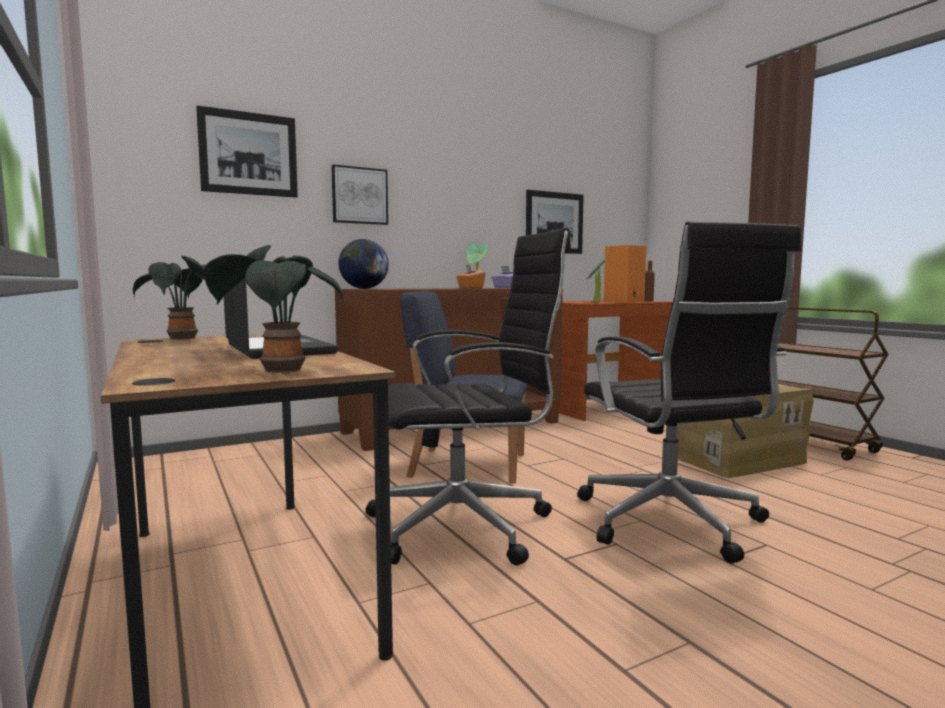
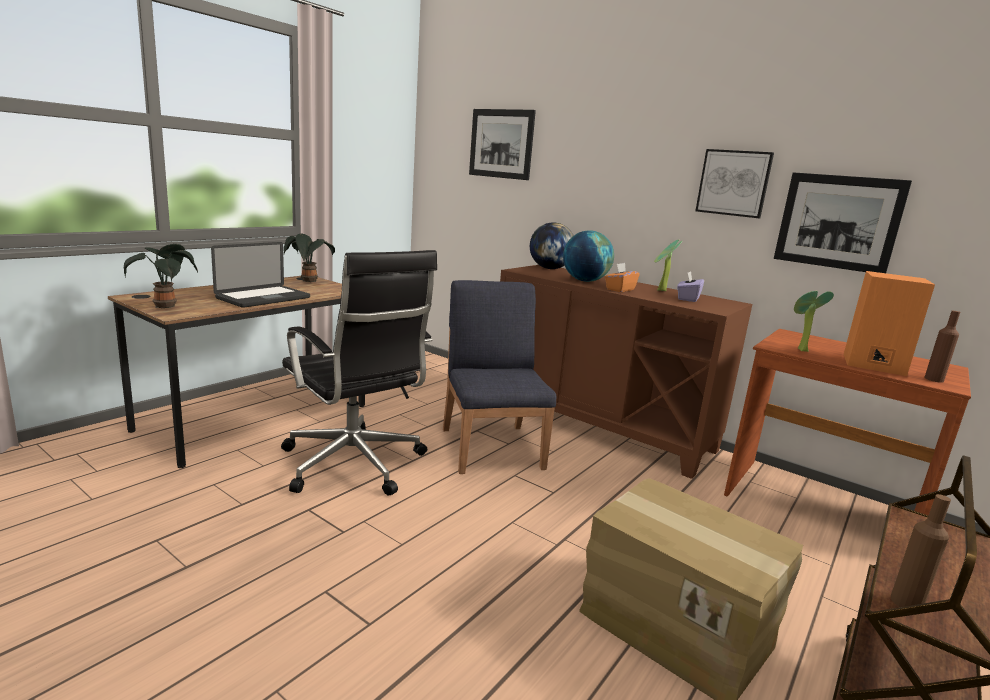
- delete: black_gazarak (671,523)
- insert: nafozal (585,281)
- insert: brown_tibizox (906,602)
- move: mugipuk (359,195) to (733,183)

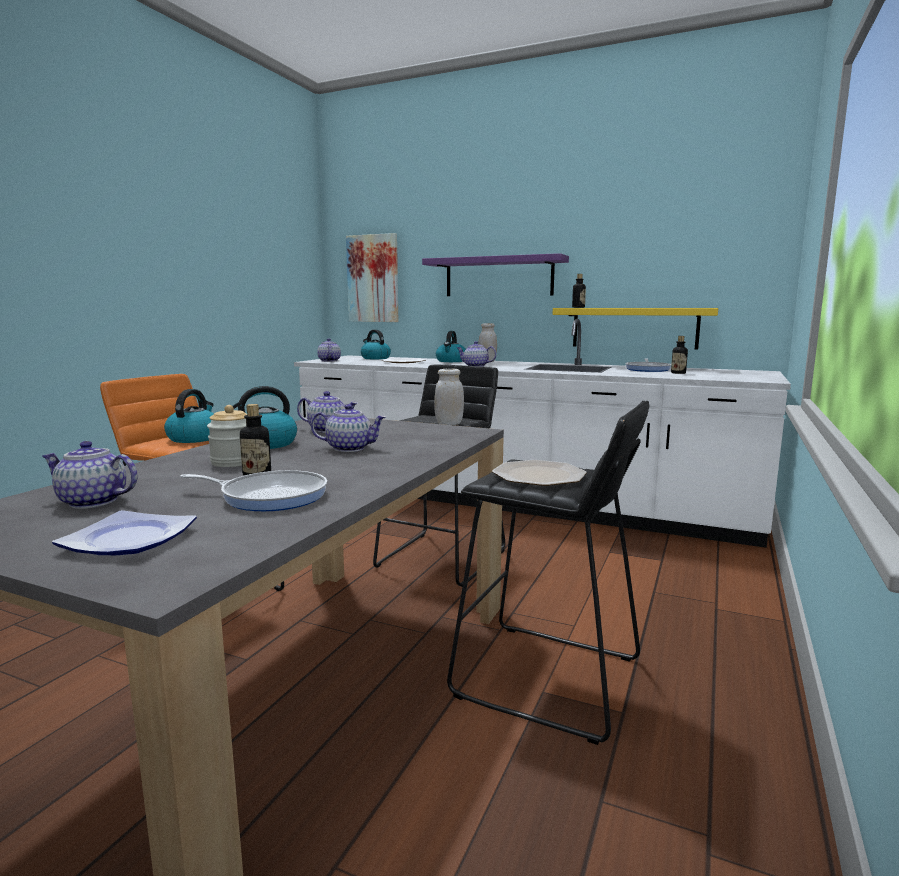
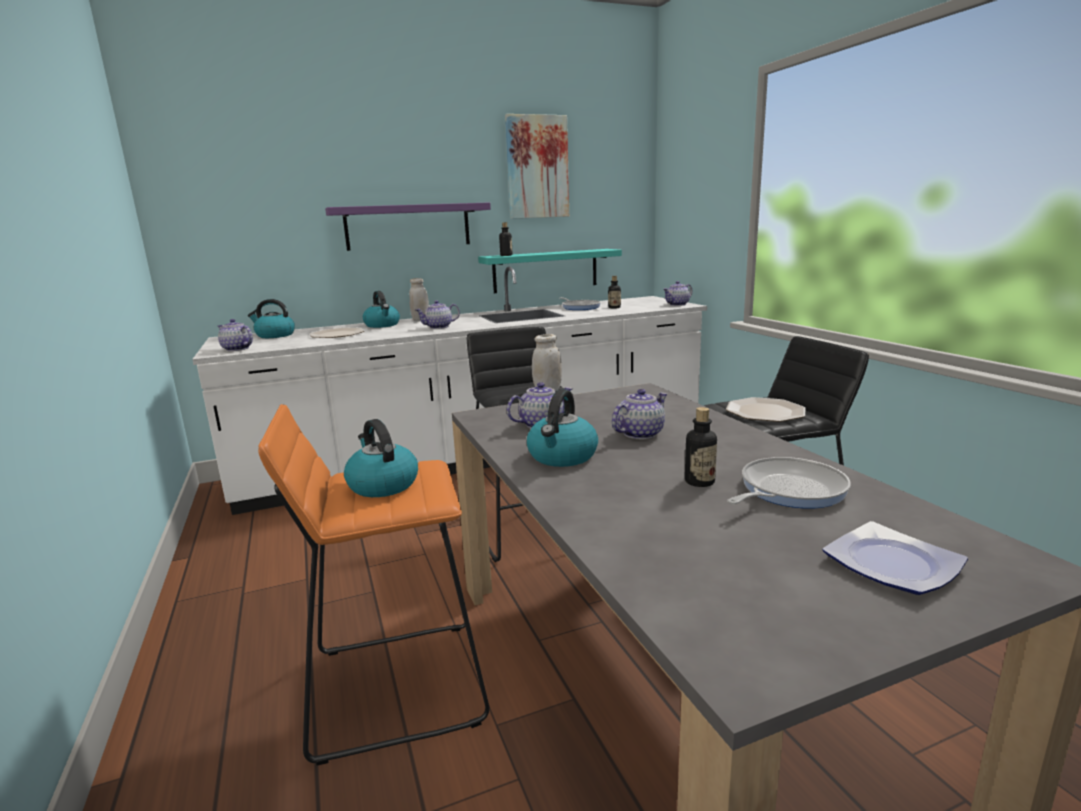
- delete: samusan (233,462)
- move: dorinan (91,502) to (677,304)
- move: mugipuk (373,279) to (537,167)
- recolor: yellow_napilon (634,328) to turquoise_napilon (545,270)

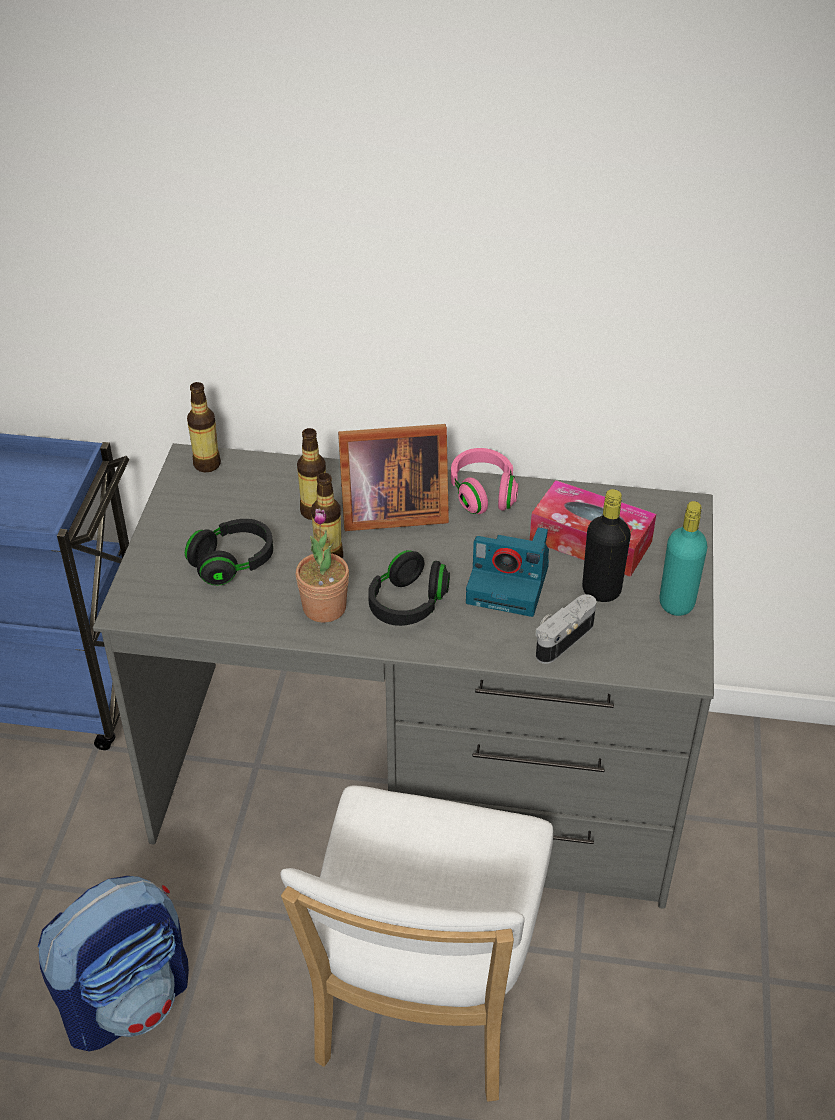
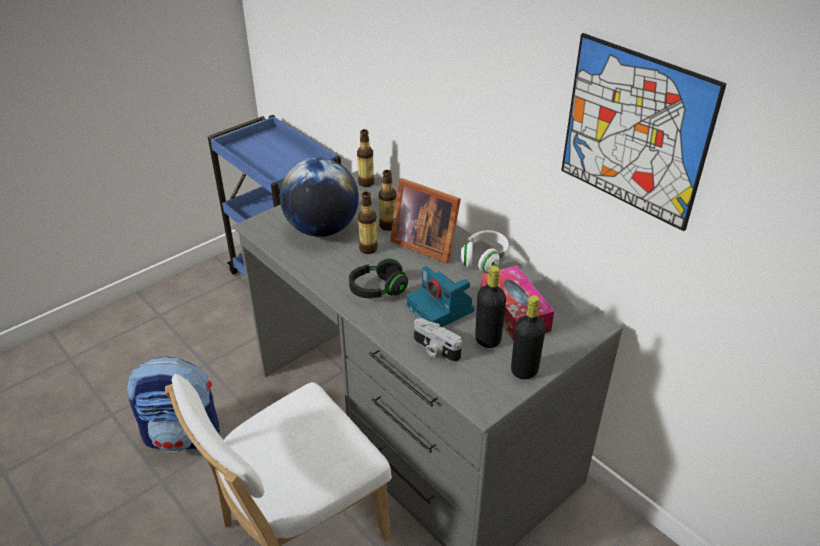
- delete: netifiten (324,608)
- insert: mugipuk (634,131)
- replace: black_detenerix (232,563) to nafozal (322,229)
- recolor: pink_detenerix (483,493) to white_detenerix (484,259)
- recolor: turquoise_tibizox (676,603) to black_tibizox (524,370)
- rotate: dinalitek (561,638) = (435,350) 135 degrees counterclockwise

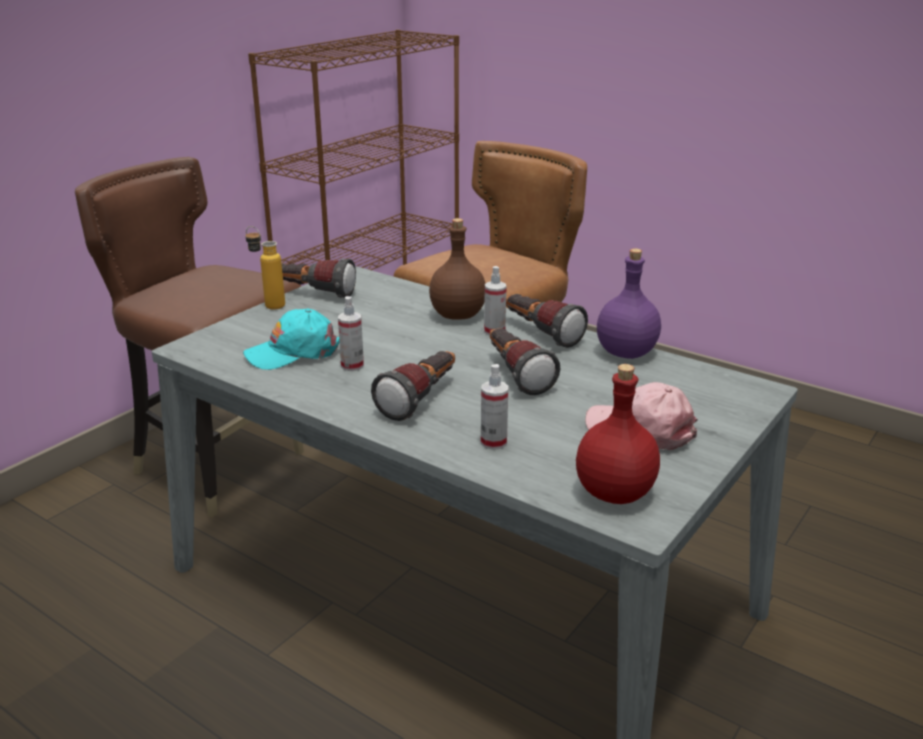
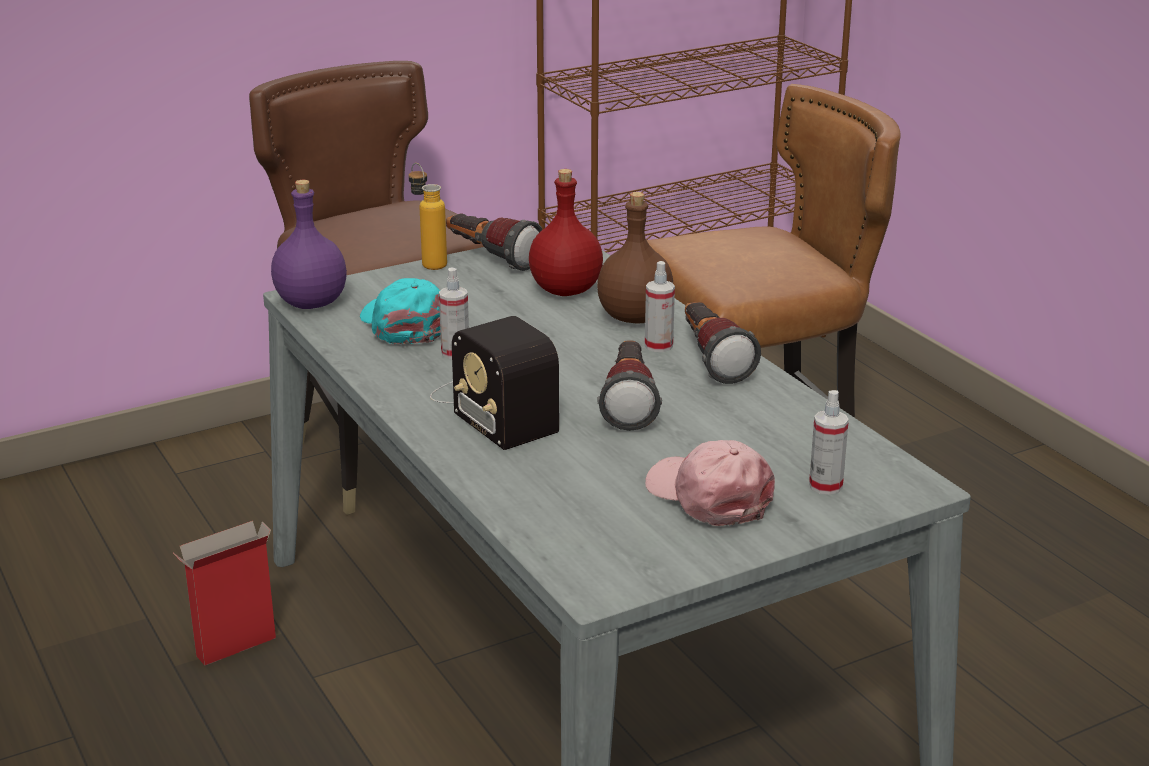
- insert: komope (234,647)
- move: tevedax (493,442) to (825,486)
- move: red_tibizox (613,493) to (564,290)
- move: purple_tibizox (627,352) to (312,303)
- replace: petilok (421,399) to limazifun (494,407)
- rotate: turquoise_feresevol (293,352) = (405,324) 60 degrees clockwise

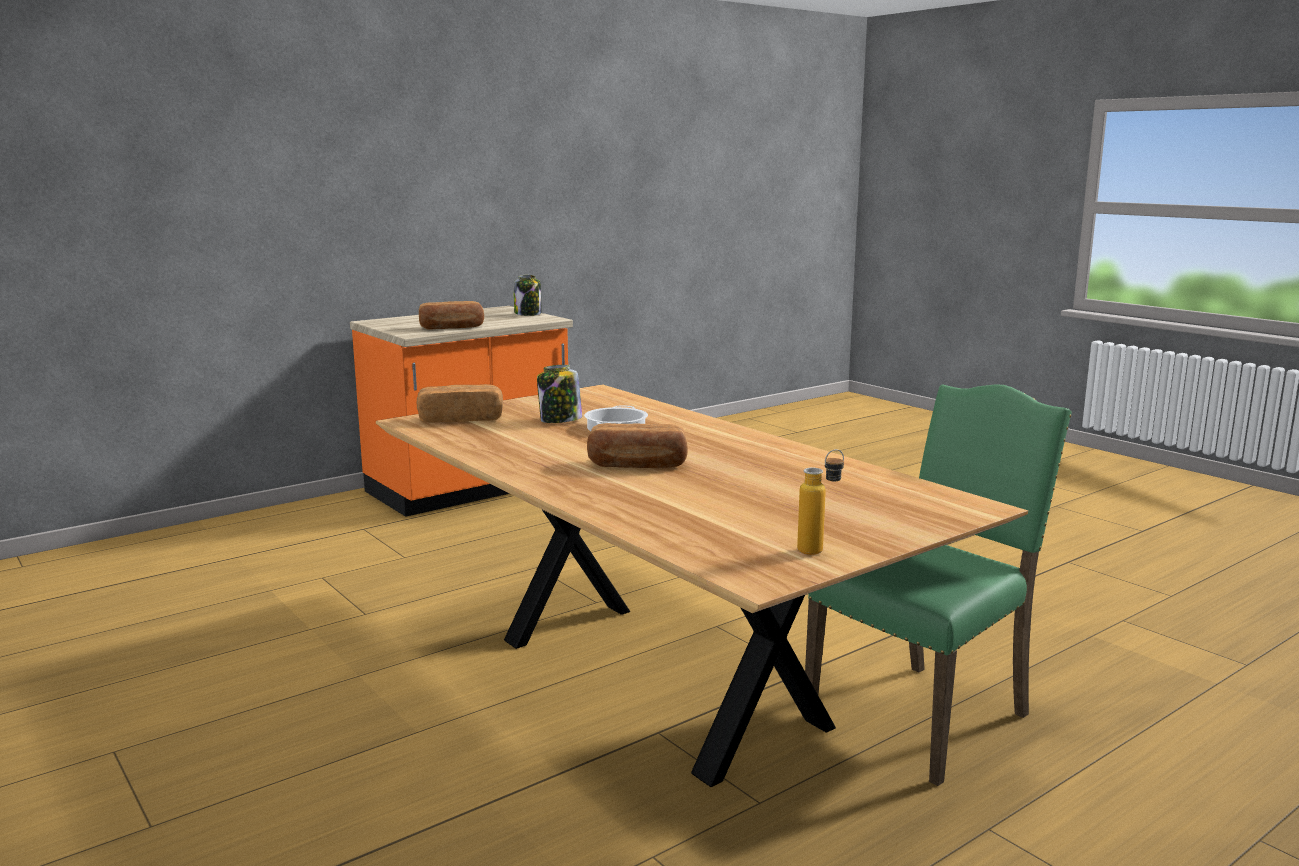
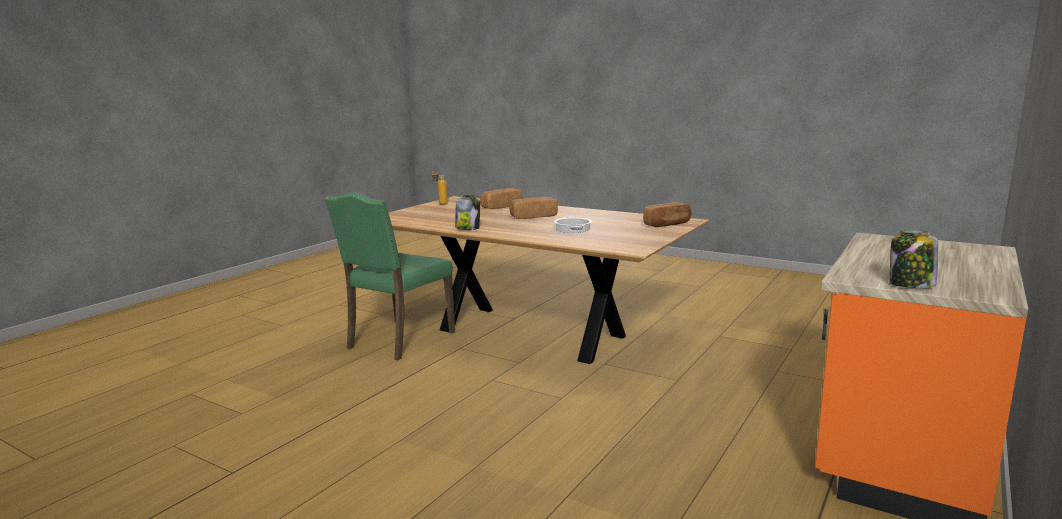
- move: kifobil (451,327) to (501,207)
- move: samusan (560,420) to (468,228)

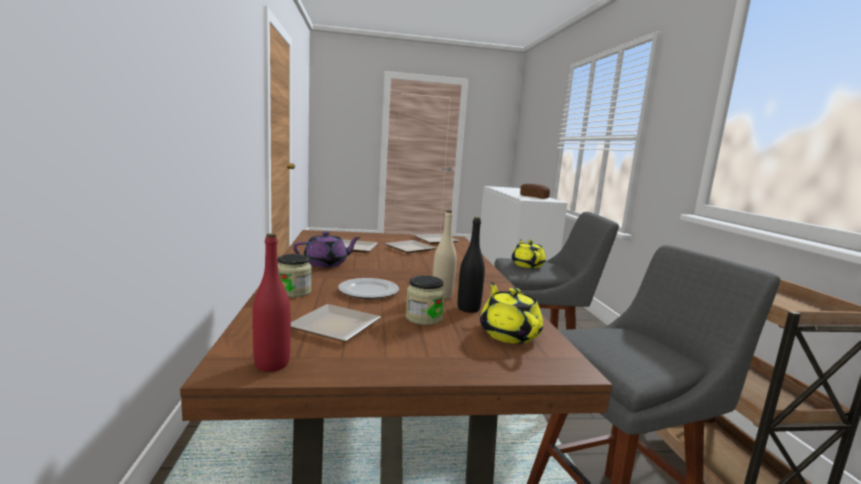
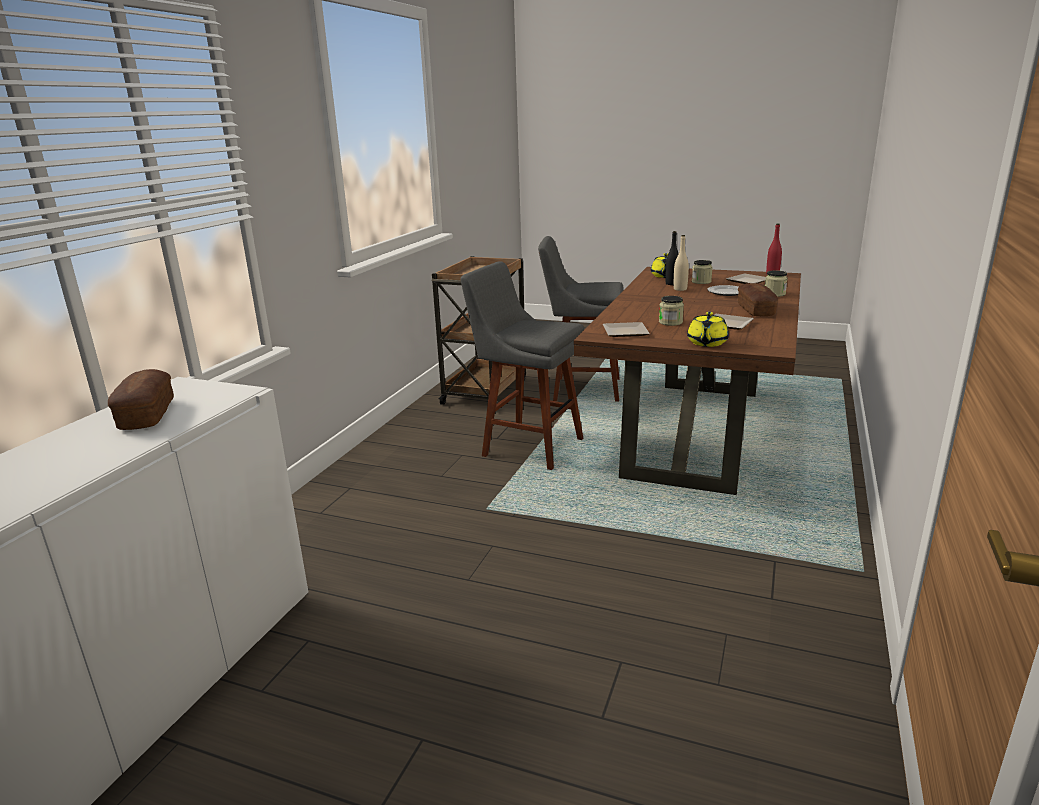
- move: yellow_dorinan (527,265) to (706,343)
- replace: purple_dorinan (326,264) to kifobil (755,310)
- replace: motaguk (408,249) to samusan (670,322)

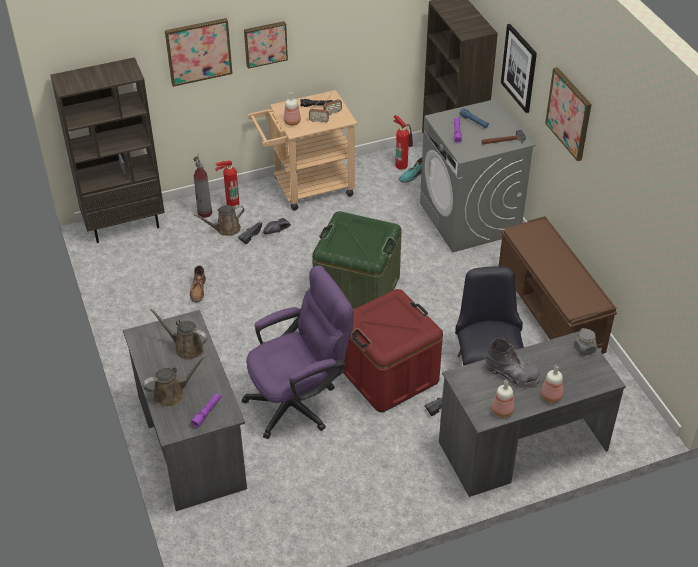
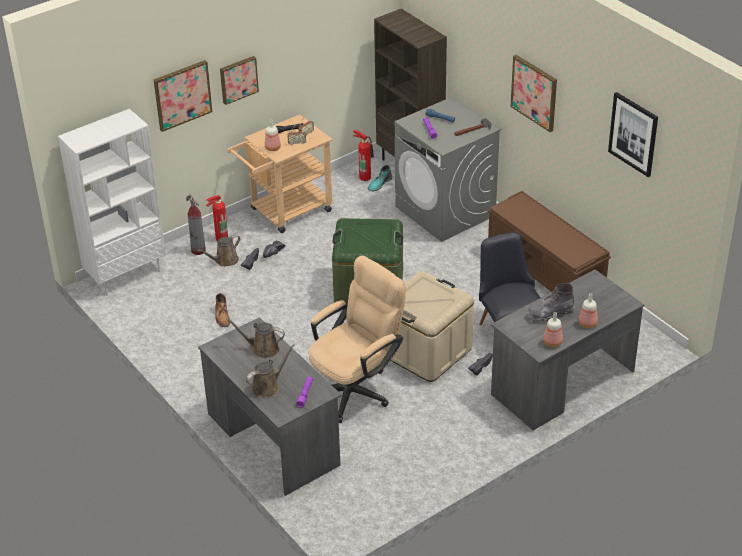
- delete: grey_samusan (584,349)
- move: mugipuk (519,68) to (633,134)
- recolor: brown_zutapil (125,225) to white_zutapil (126,275)
- recolor: purple_gazarak (299,401) to beige_gazarak (356,388)
- recolor: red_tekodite (388,375) to beige_tekodite (426,351)
- rotate: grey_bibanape (512,374) = (549,314) 150 degrees clockwise

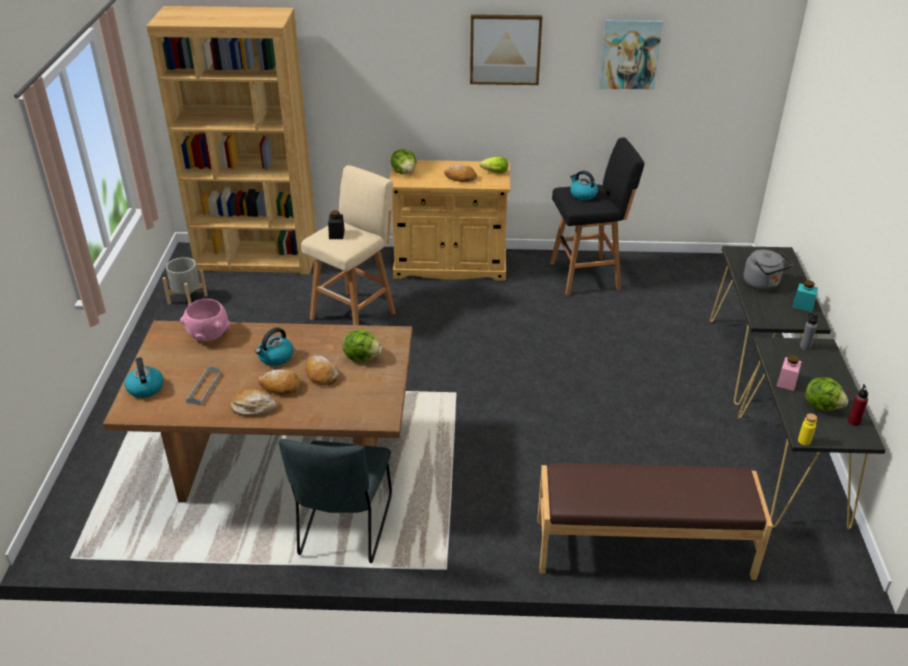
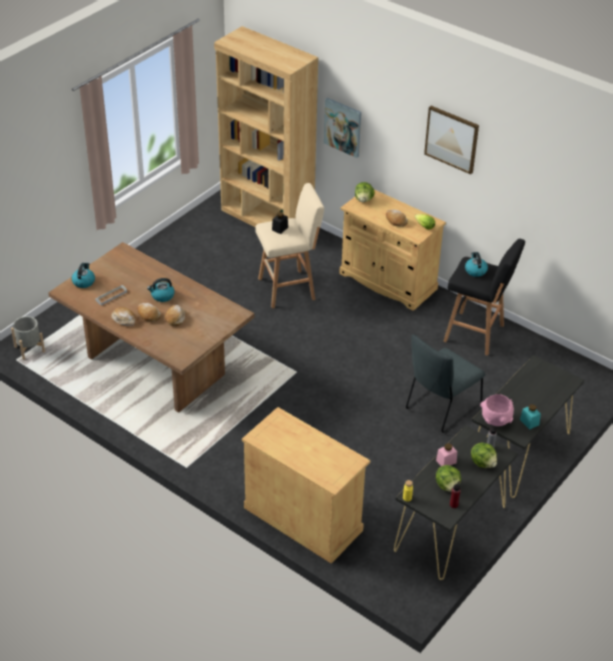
- delete: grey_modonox (763,284)
- move: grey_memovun (187,299) to (29,349)
- move: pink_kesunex (208,335) to (495,420)
- move: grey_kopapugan (344,529) to (440,408)
- move: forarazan (362,357) to (483,462)
- move: mugipuk (629,54) to (343,127)
- replace: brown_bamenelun (643,549) to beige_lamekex (303,518)

